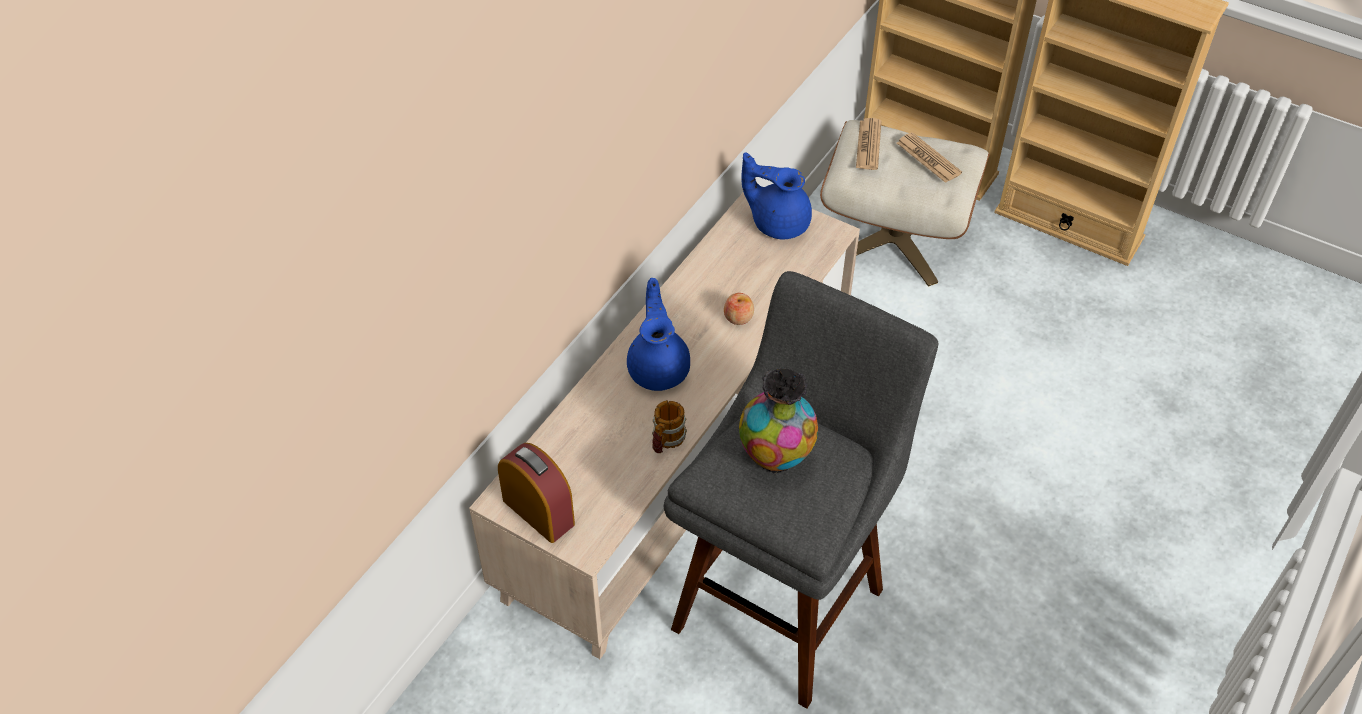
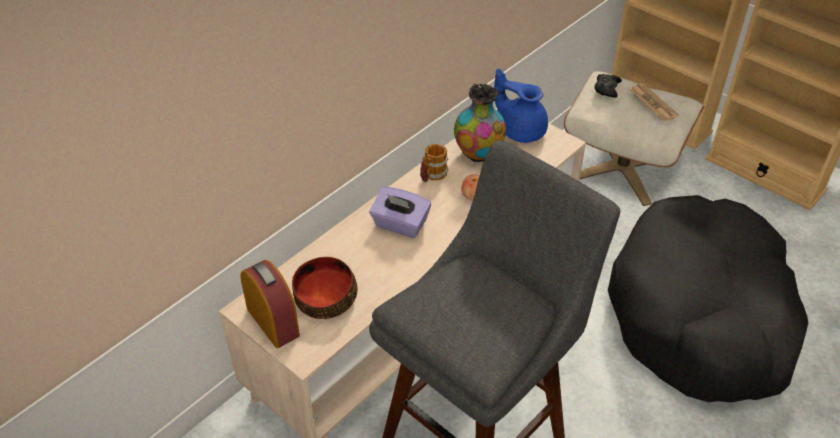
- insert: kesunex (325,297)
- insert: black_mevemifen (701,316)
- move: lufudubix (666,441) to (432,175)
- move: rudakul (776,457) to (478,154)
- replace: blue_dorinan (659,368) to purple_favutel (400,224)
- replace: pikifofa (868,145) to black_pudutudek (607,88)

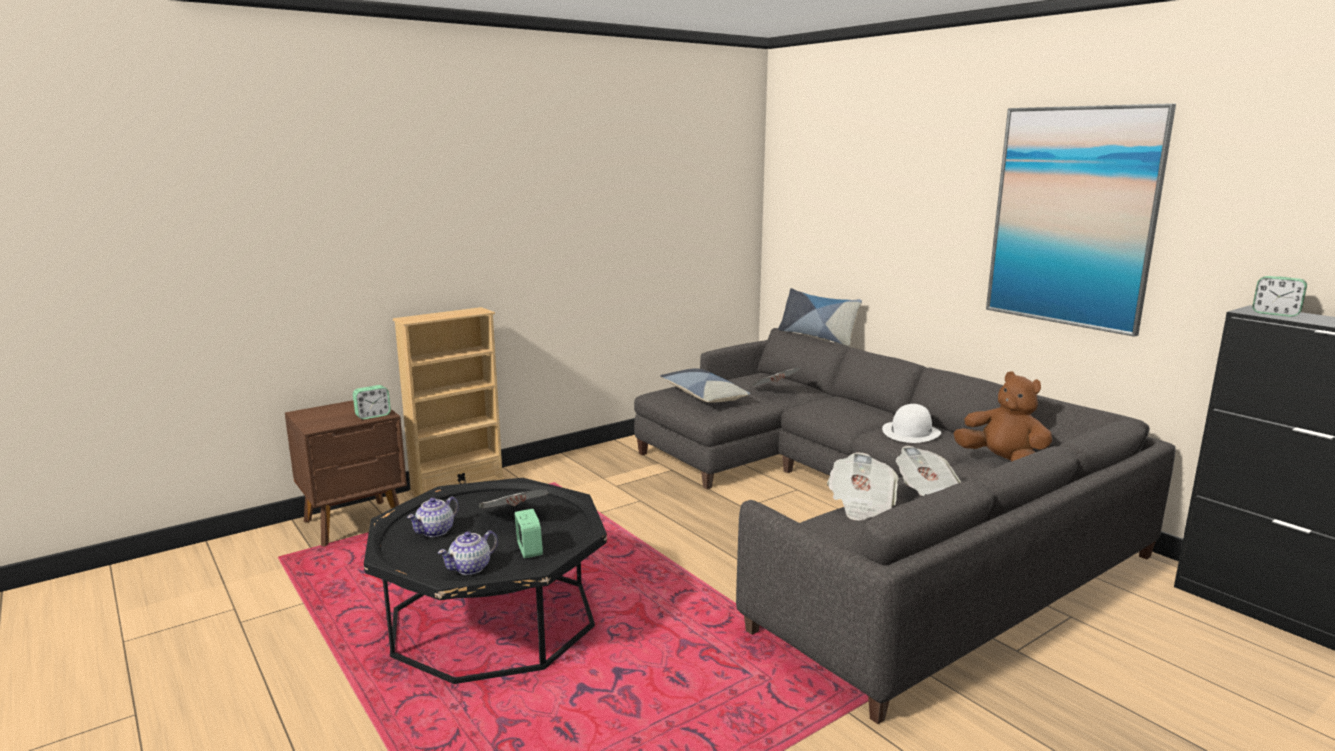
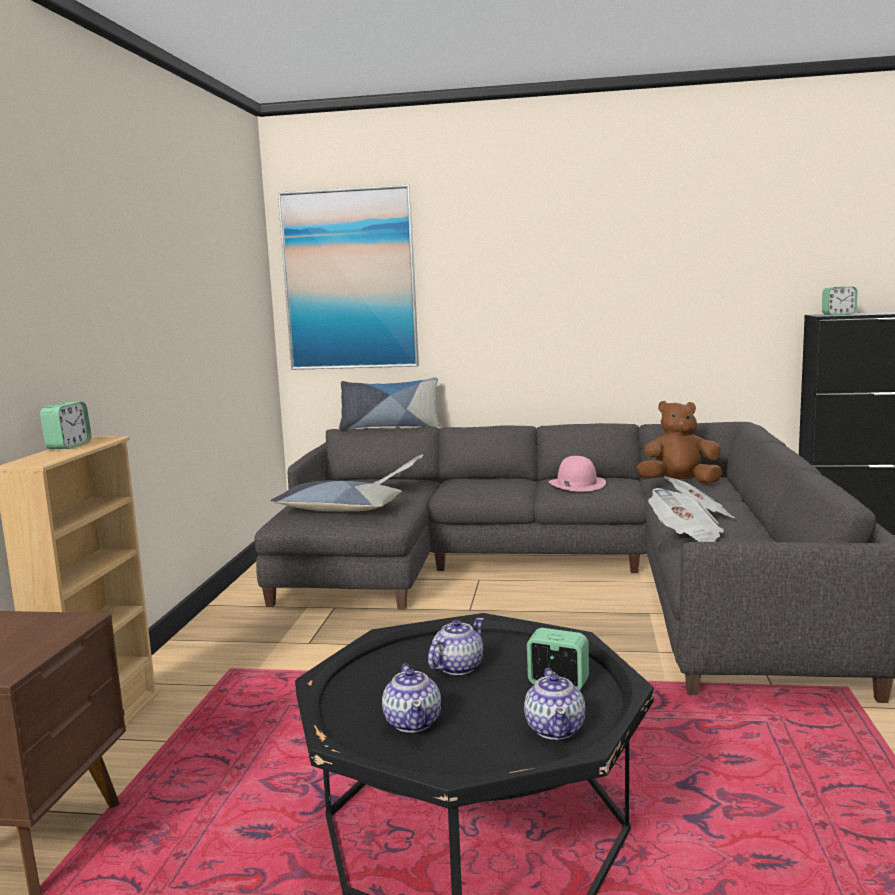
- move: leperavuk (373,416) to (69,446)
- move: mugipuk (1072,217) to (349,280)
- replace: pikifofa (514,517) to dorinan (457,667)
- recolor: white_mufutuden (911,432) to pink_mufutuden (576,484)

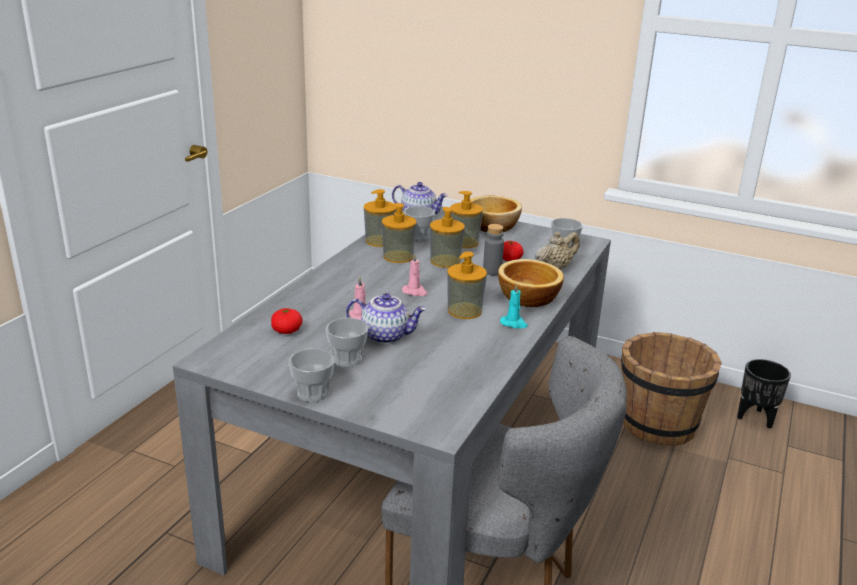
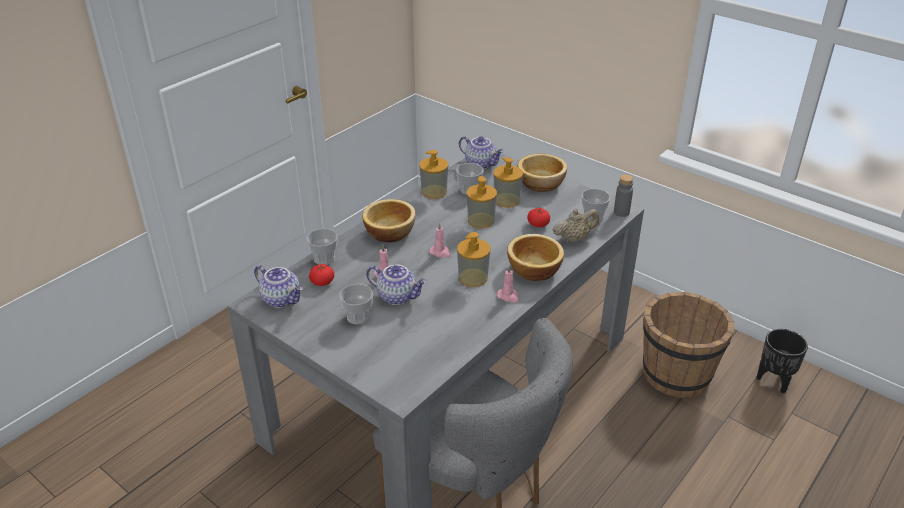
- delete: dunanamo (398,256)
- insert: dorinan (282,299)
- insert: kesunex (390,232)
- move: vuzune (313,393) to (324,259)
- move: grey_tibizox (492,271) to (621,212)
- recolor: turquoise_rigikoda (514,323) to pink_rigikoda (508,296)

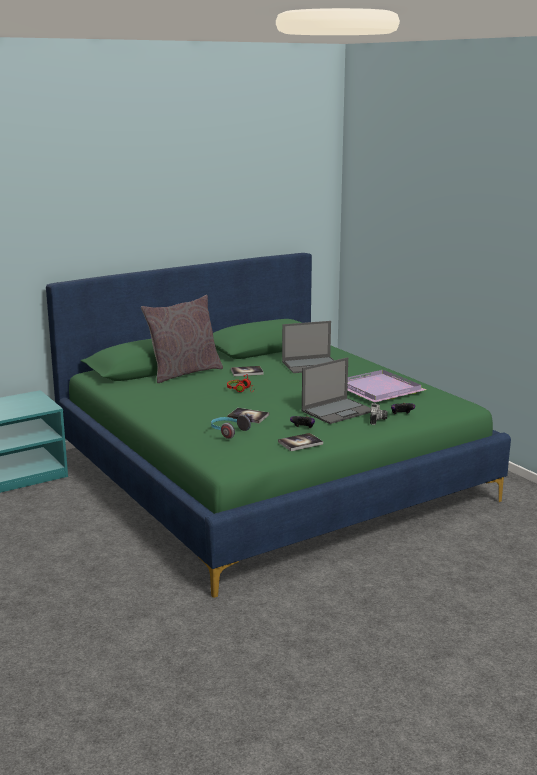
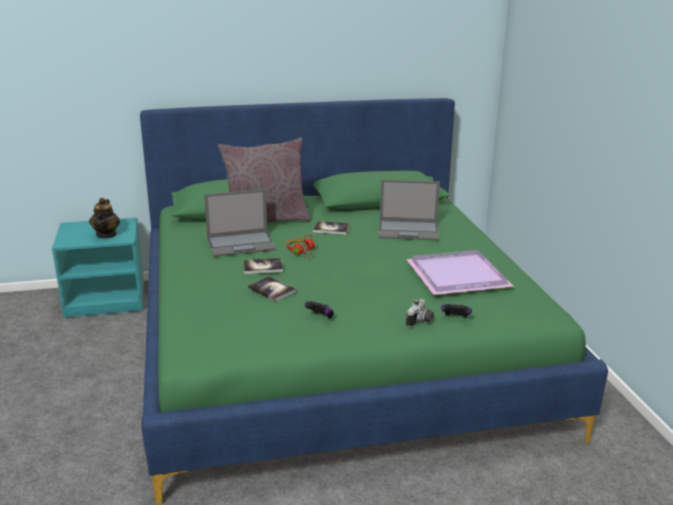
- delete: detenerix (228,432)
- insert: dorinan (106,234)
- move: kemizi (300,443) to (263,267)
- move: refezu (338,411) to (241,244)

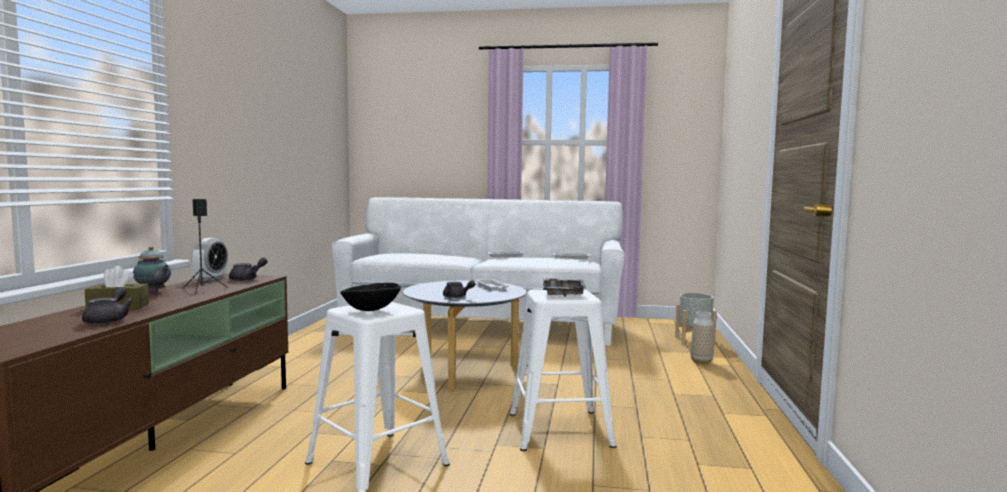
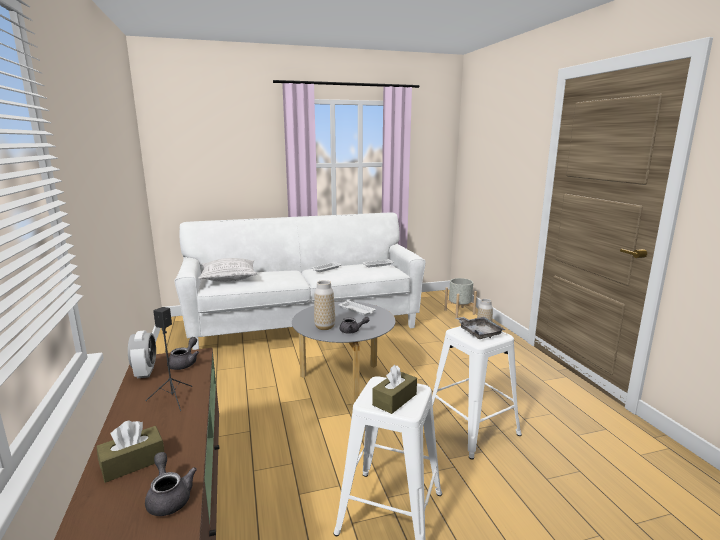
- delete: dorinan (153,293)
- insert: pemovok (229,278)
- insert: rudakul (324,327)
- replace: black_kesunex (370,310) to brown_favutel (394,399)

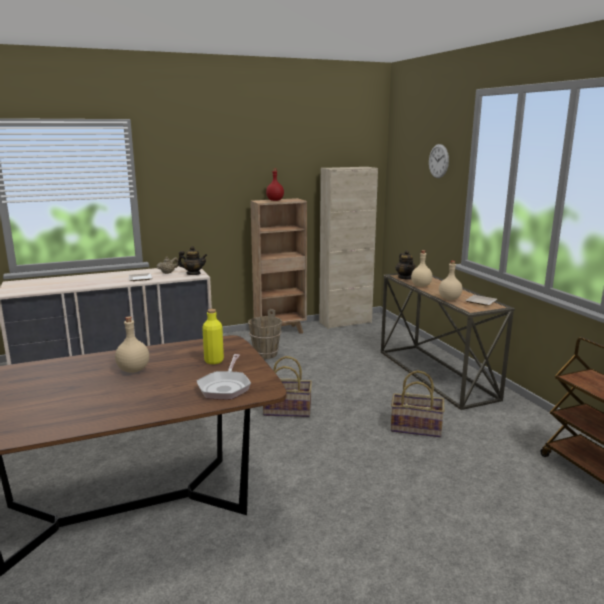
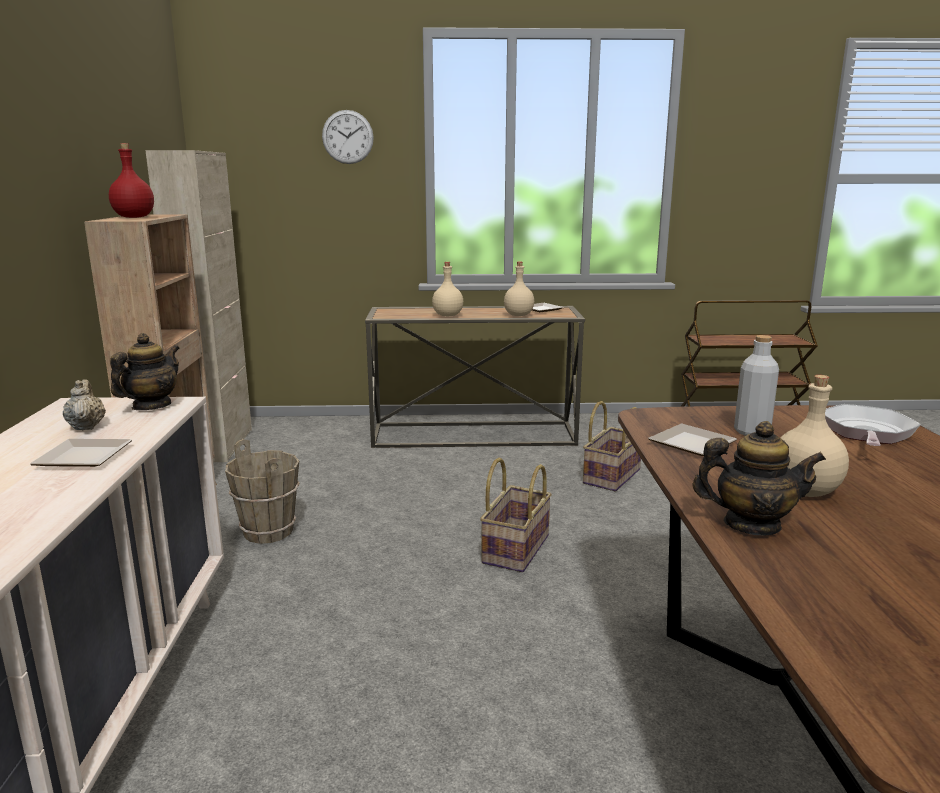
- insert: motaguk (691,443)
- move: dorinan (405,278) to (751,525)
- recolor: yellow_tibizox (214,361) to grey_tibizox (752,432)
- rotate: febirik (225,387) = (866,433) 90 degrees counterclockwise

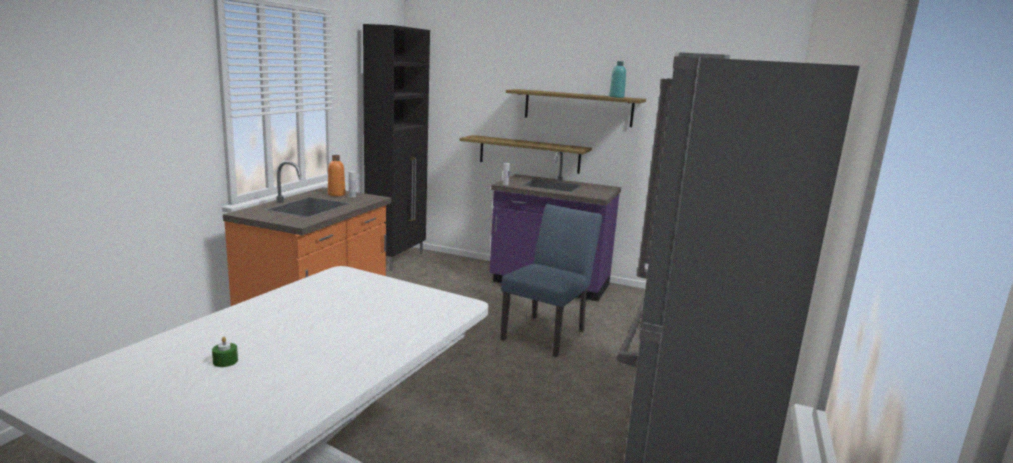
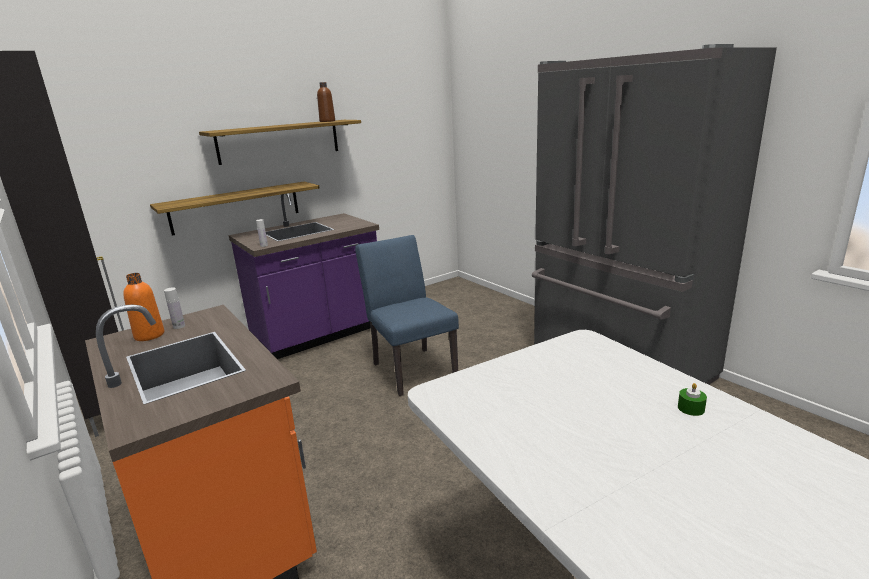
- move: green_rigikoda (225,361) to (691,408)
- recolor: turquoise_tibizox (616,97) to brown_tibizox (327,121)

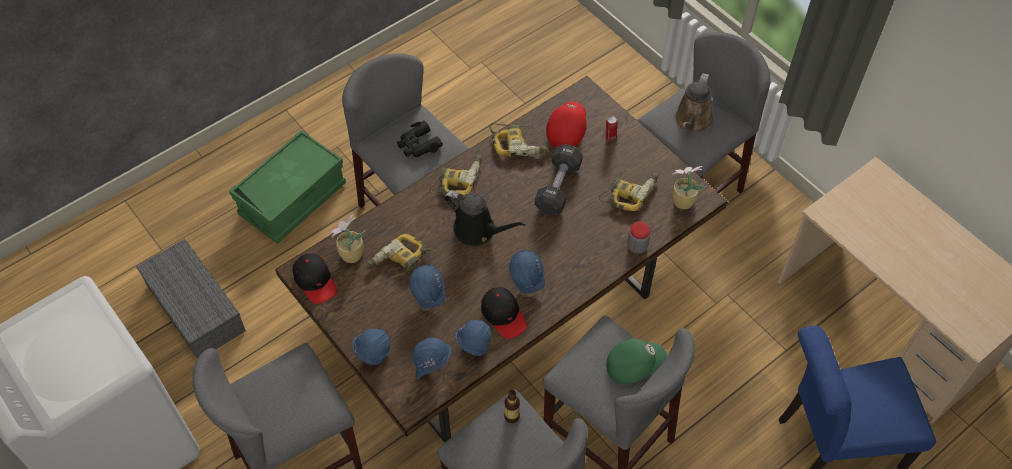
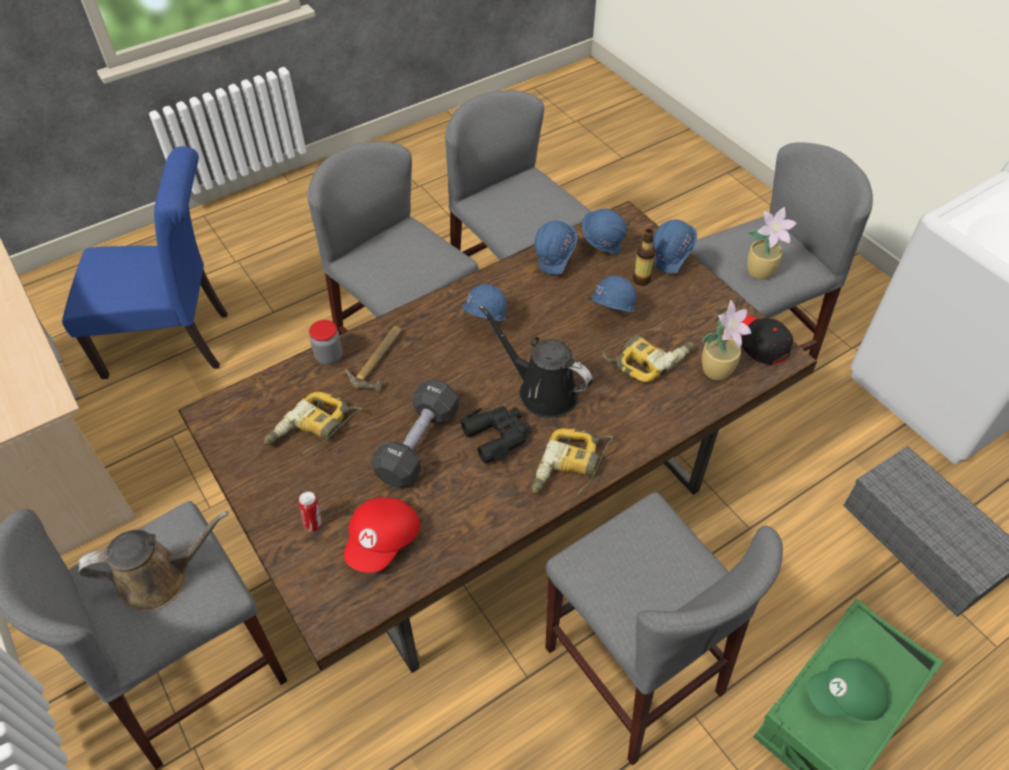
- delete: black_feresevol (503,315)
- delete: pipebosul (518,143)
- insert: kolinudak (381,361)
- move: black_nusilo (418,145) to (497,436)
- move: tibizox (512,416) to (641,280)
- move: green_feresevol (634,365) to (845,697)
- move: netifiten (681,201) to (761,272)
- rotate: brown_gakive (692,121) = (160,578) 45 degrees clockwise

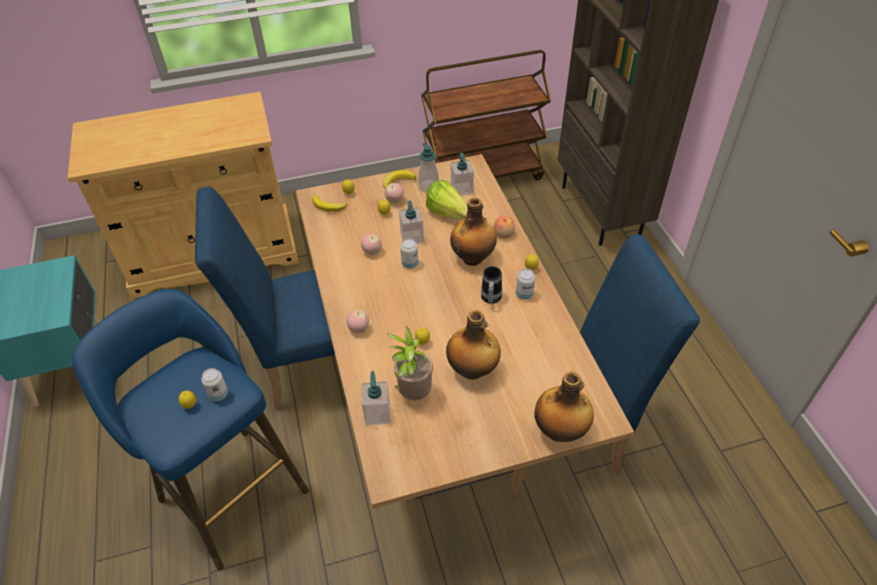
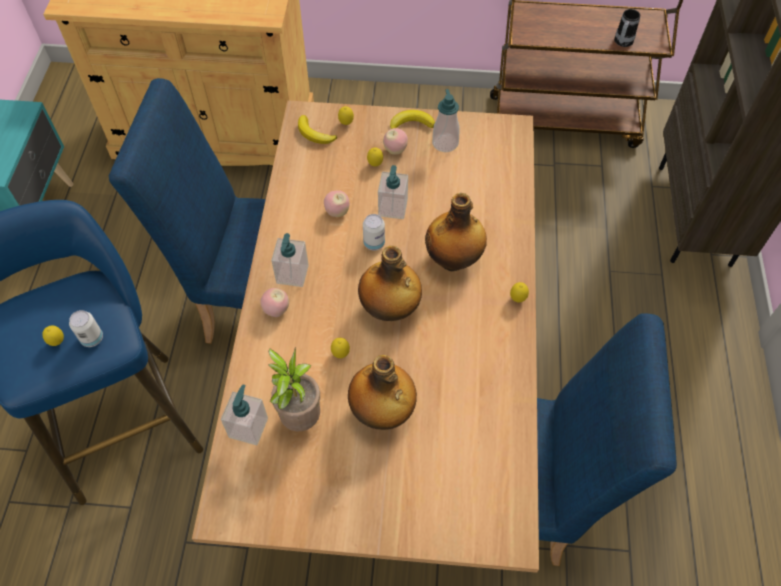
- delete: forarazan (450,216)
- delete: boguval (503,233)
- delete: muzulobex (524,294)
- move: dunanamo (462,189) to (292,274)
- move: lufudubix (490,299) to (622,43)
- move: tibizox (560,431) to (390,309)

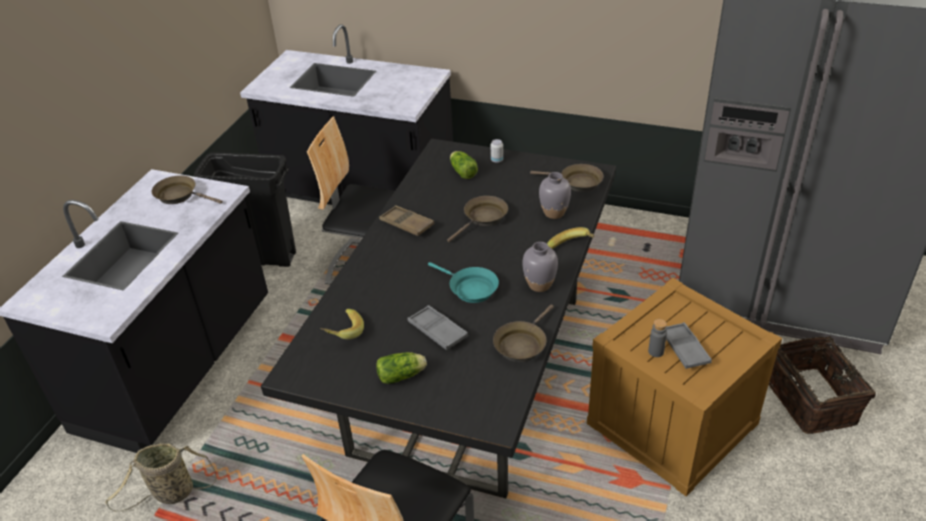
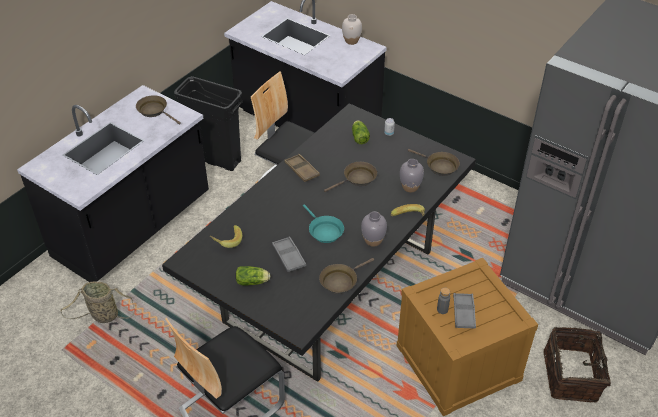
- insert: white_rudakul (351,41)

